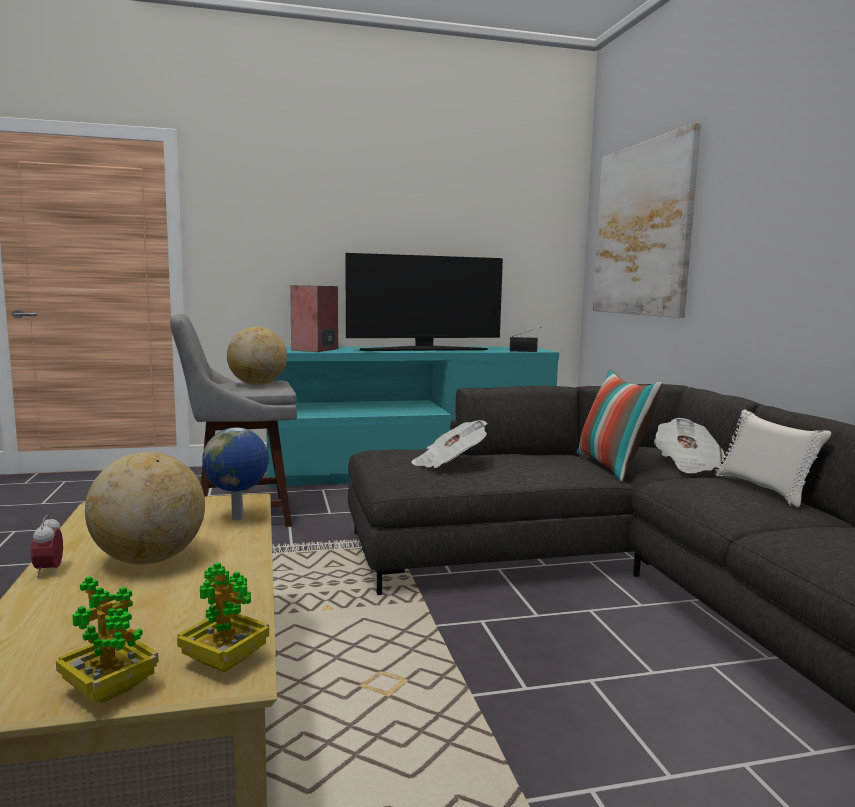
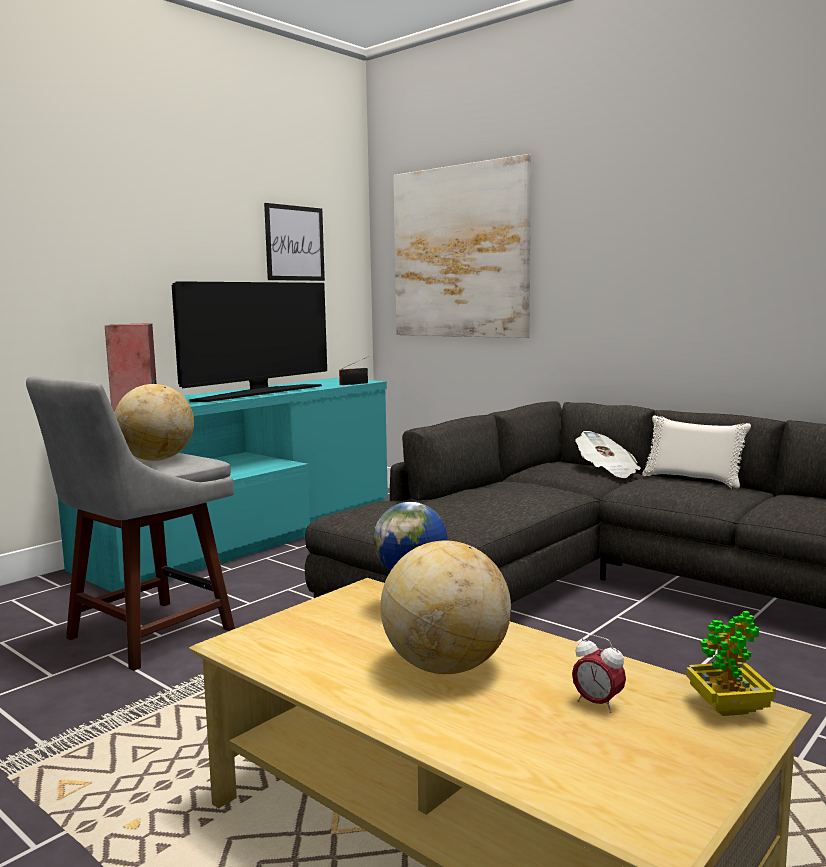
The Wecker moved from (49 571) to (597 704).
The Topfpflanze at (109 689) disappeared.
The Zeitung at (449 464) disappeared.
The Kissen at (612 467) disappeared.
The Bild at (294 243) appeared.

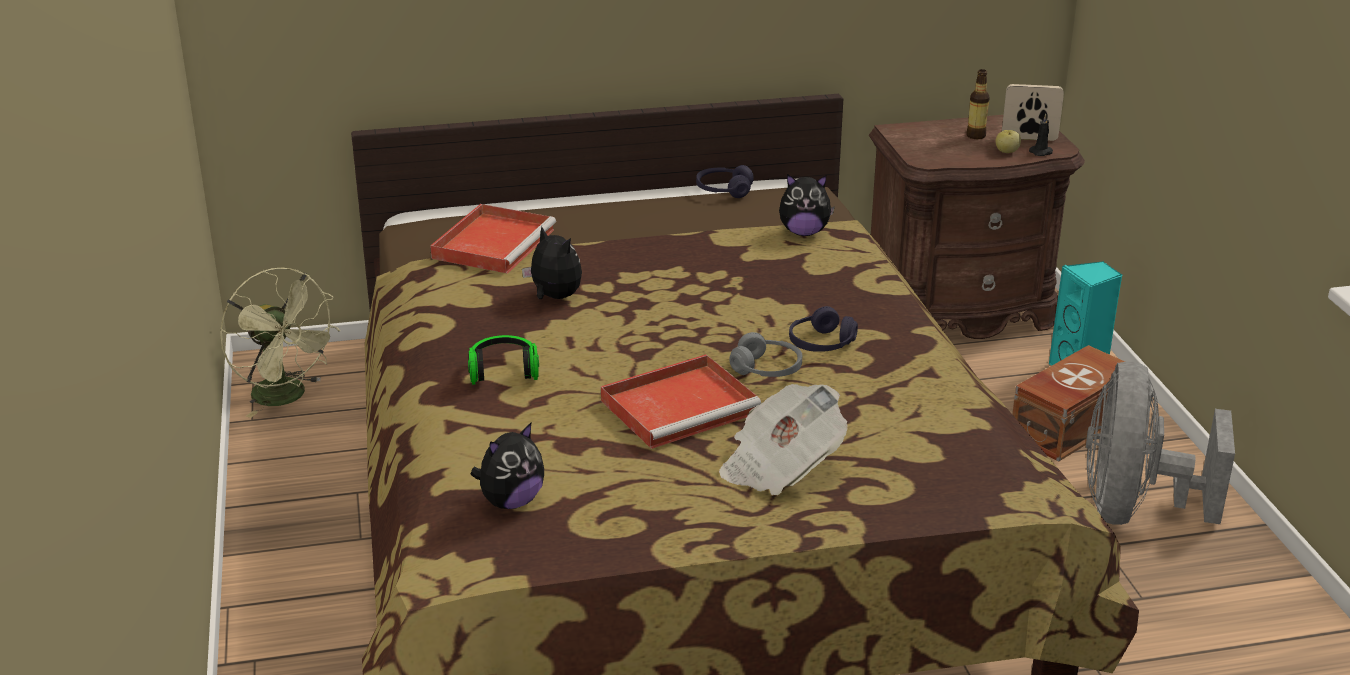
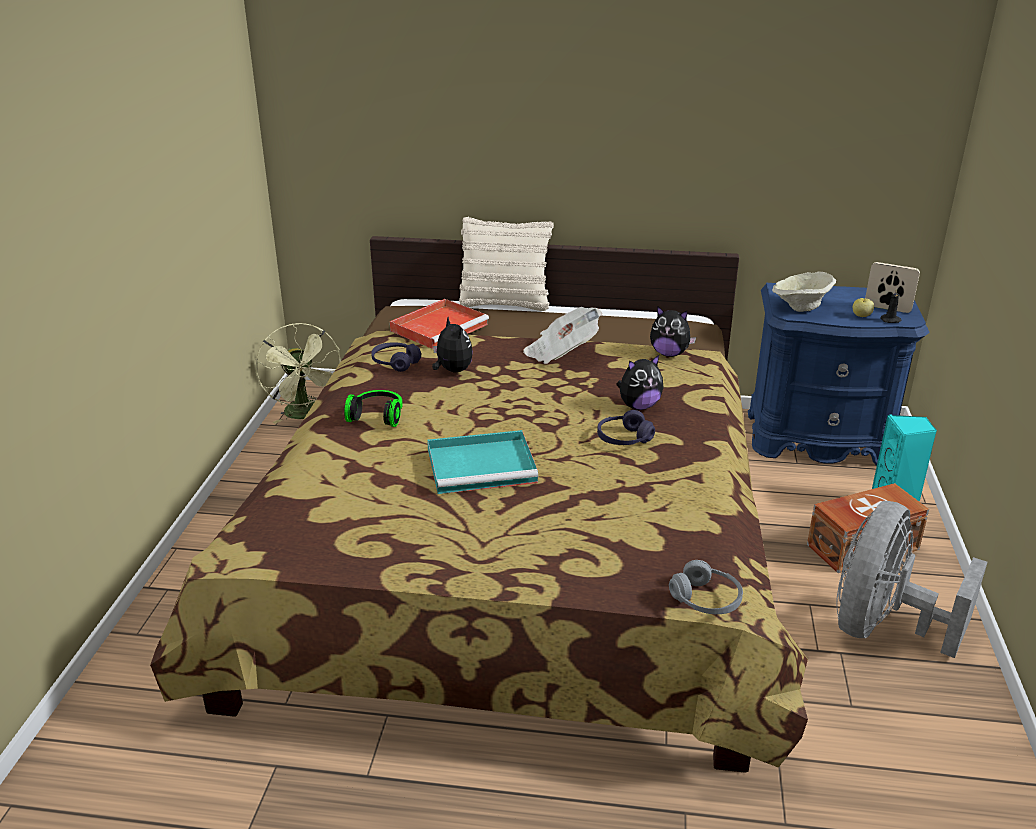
The Plüschtier moved from (511 501) to (638 406).
The Tablett [rot] at (681 405) became the Tablett [türkis] at (483 466).
The Kopfhörer [lila] moved from (724 190) to (395 363).
The Zeitung moved from (780 466) to (561 353).
The Kopfhörer [grau] moved from (766 369) to (706 600).
The Nachttisch [braun] at (963 311) became the Nachttisch [blau] at (821 440).
The Flasche at (976 136) disappeared.
The Kissen [beige] at (505 304) appeared.
The Schüssel [beige] at (800 308) appeared.

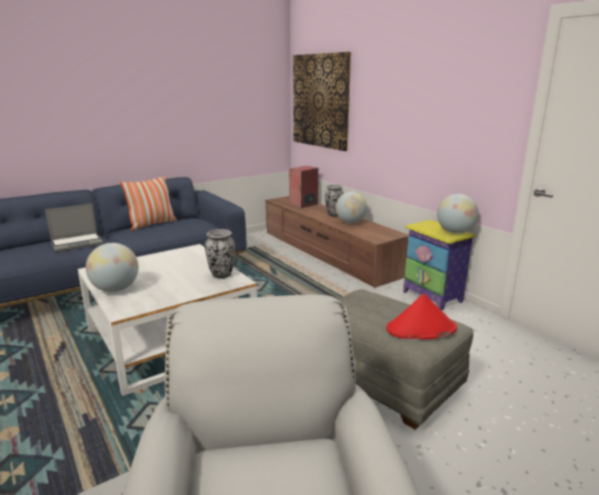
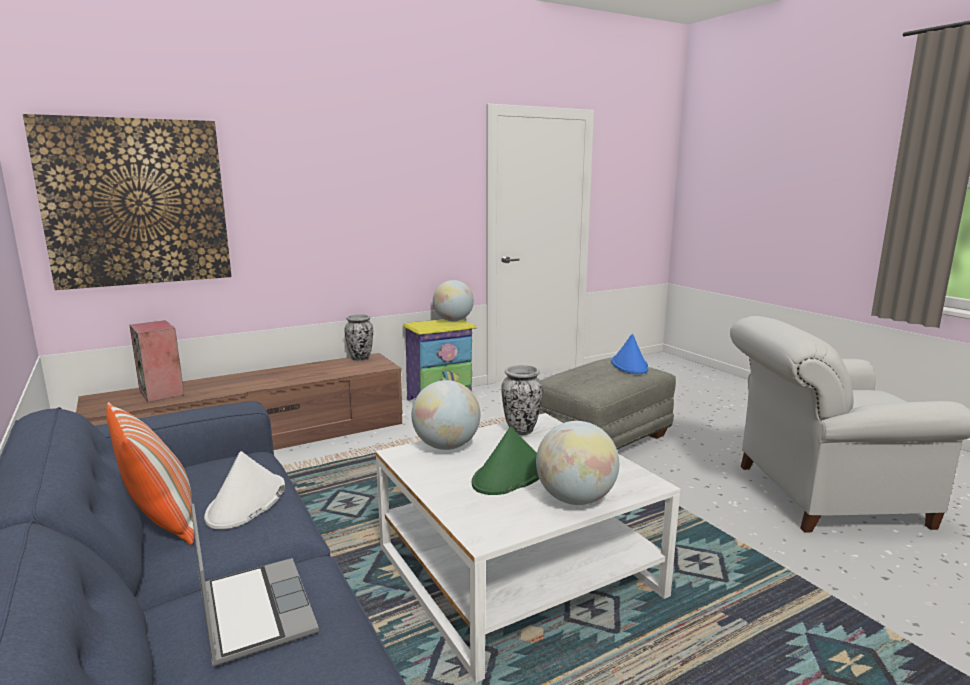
The Vase moved from (333 215) to (360 358).
The Globus moved from (350 222) to (446 446).
The Hut [rot] at (421 329) became the Hut [blau] at (629 365).
The Hut [weiß] at (246 503) appeared.
The Hut [grün] at (510 475) appeared.

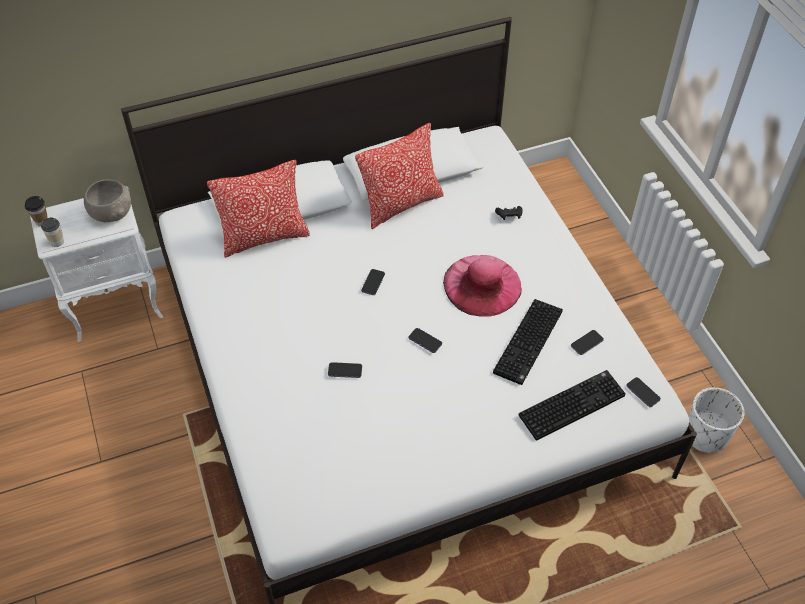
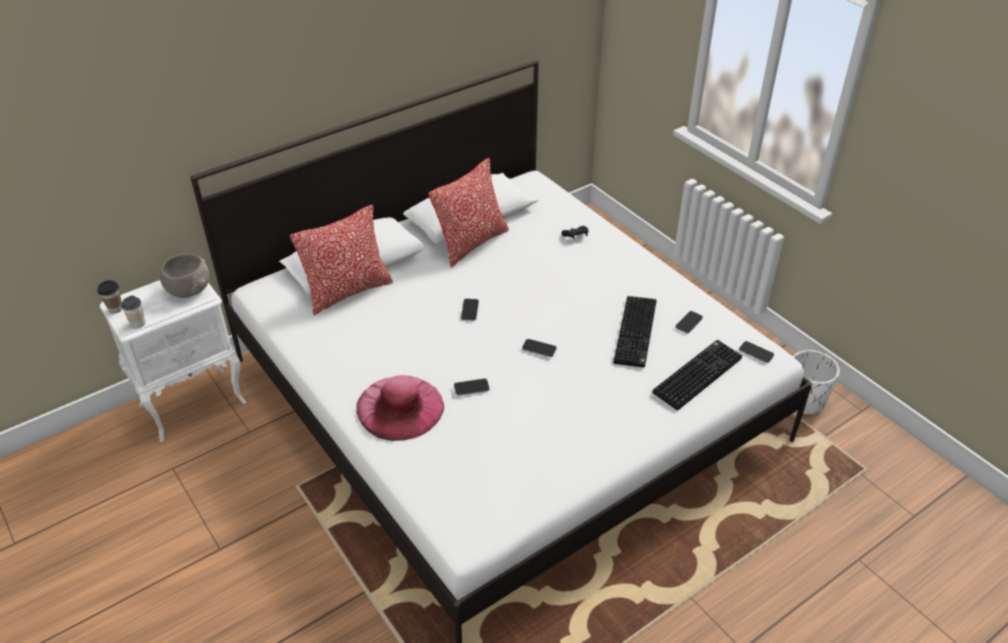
The Hut [rosa] moved from (482 285) to (400 407).

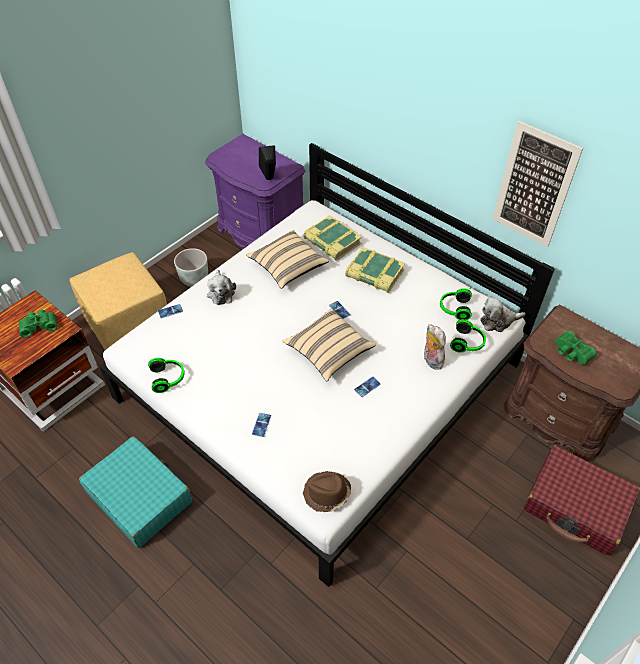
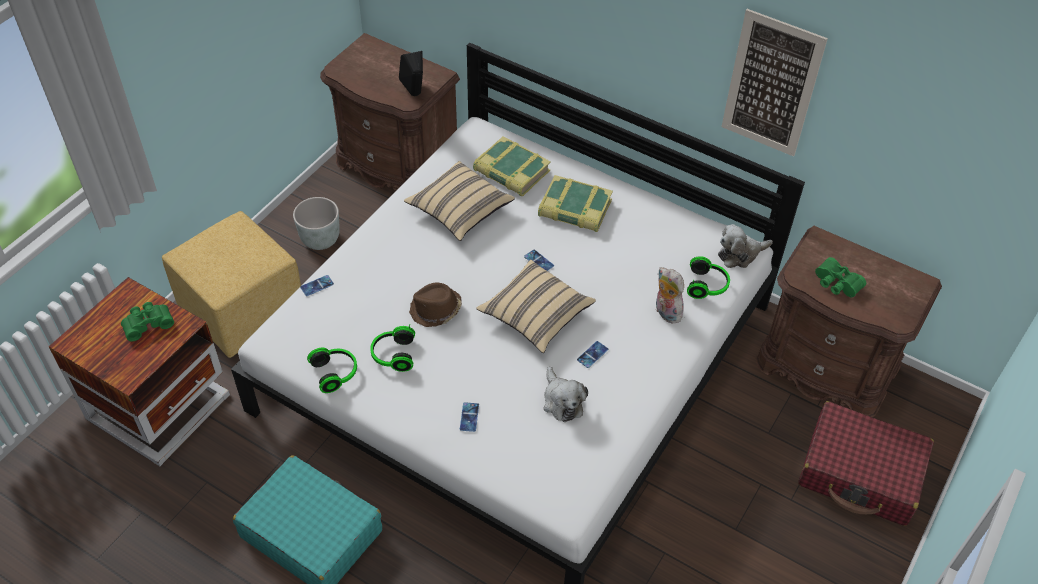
The Nachttisch [lila] at (258 233) became the Nachttisch [braun] at (395 165).
The Plüschtier moved from (221 292) to (562 401).
The Hut [braun] moved from (326 494) to (435 310).
The Kopfhörer moved from (454 309) to (393 355).

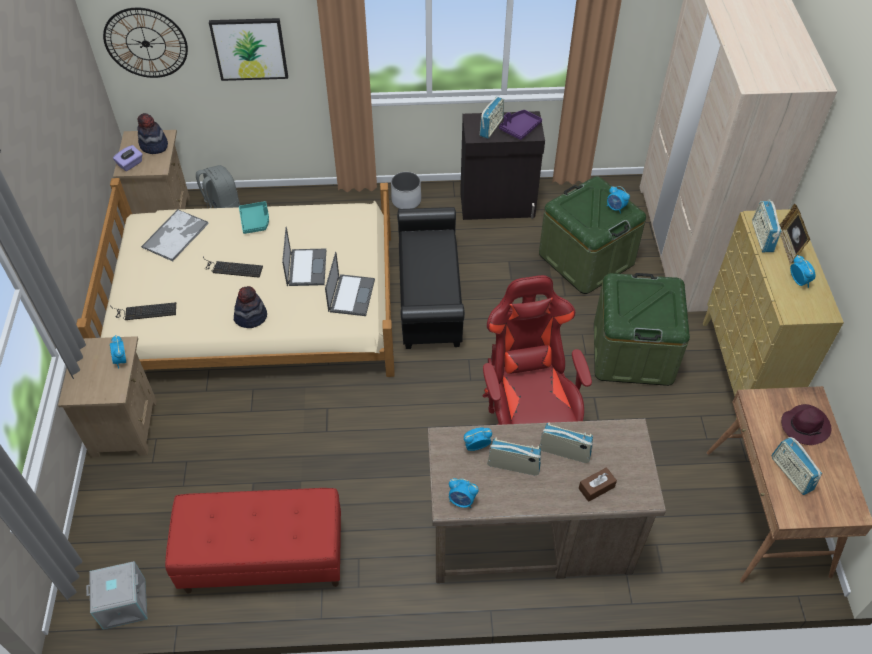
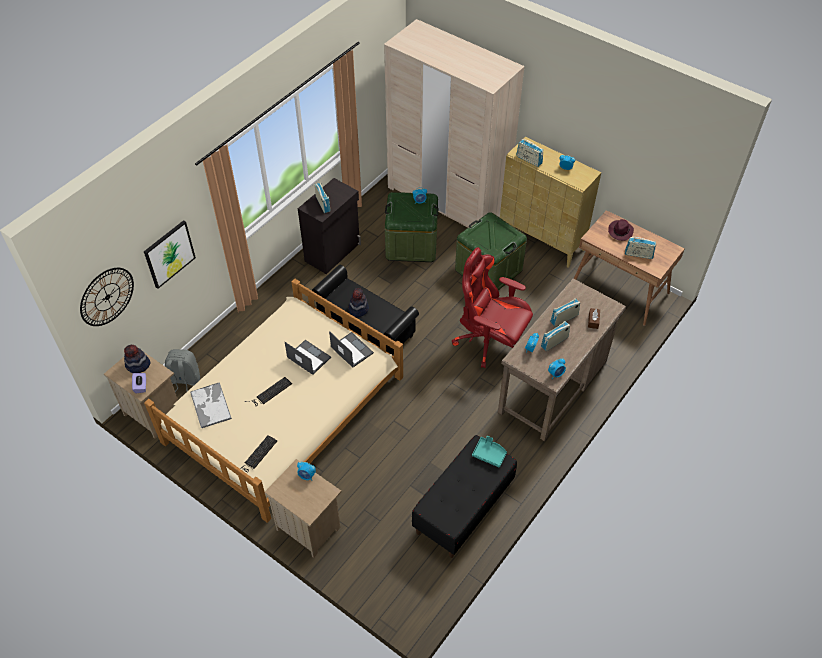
The Aufbewahrungsbox [grau] at (124 604) disappeared.
The Bank [rot] at (263 559) became the Bank [schwarz] at (463 508).
The Hut moved from (251 317) to (358 309).
The Tablett [türkis] moved from (255 221) to (489 454).
The Pflanzkübel [weiß] at (406 200) disappeared.
The Tablett [lila] at (519 128) disappeared.
The Bilderrahmen at (788 246) disappeared.

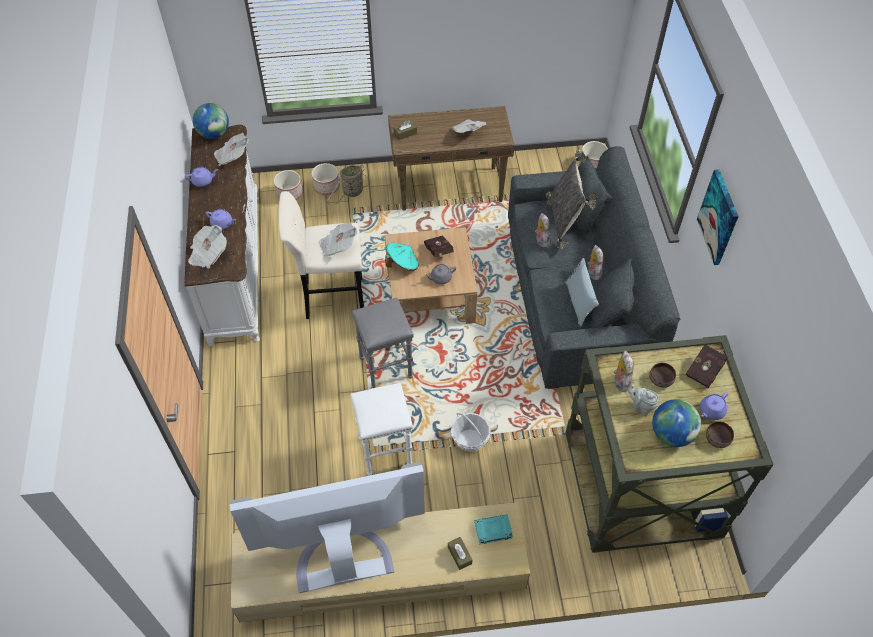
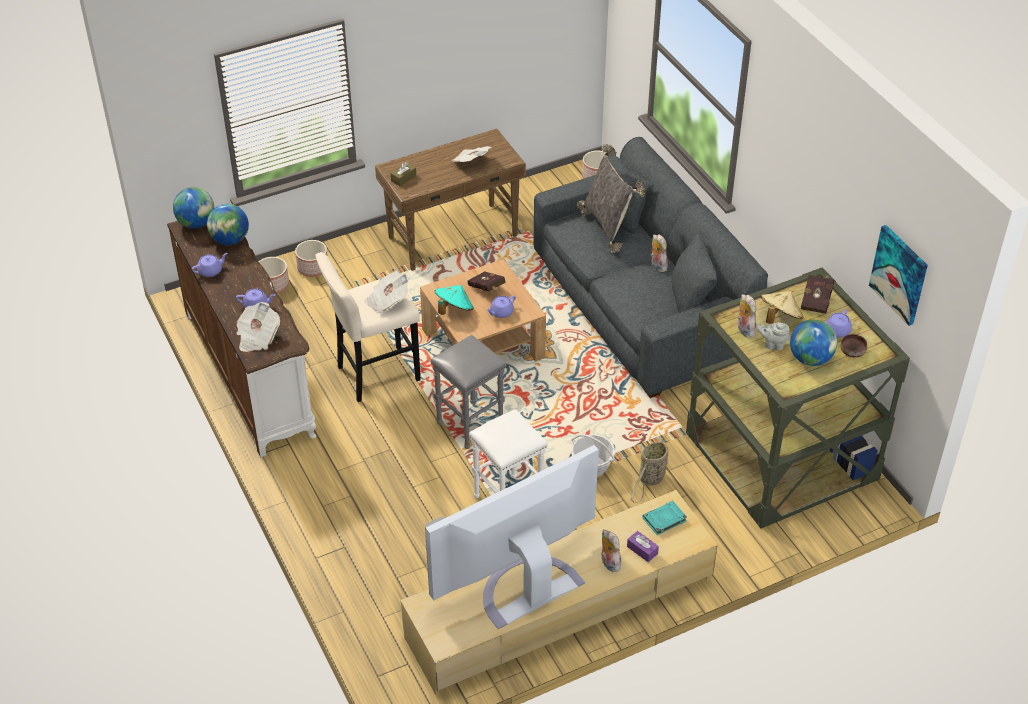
The Zeitung at (232 156) was replaced by the Globus at (230 240).
The Korb moved from (351 193) to (650 479).
The Teekanne [grau] at (440 278) became the Teekanne [lila] at (501 312).
The Taschentuchbox [braun] at (459 555) became the Taschentuchbox [lila] at (642 550).
The Plüschtier moved from (541 240) to (609 563).
The Kissen [blau] at (579 303) disappeared.
The Schüssel [braun] at (660 378) was replaced by the Hut [beige] at (779 317).
The Bild moved from (719 217) to (899 274).

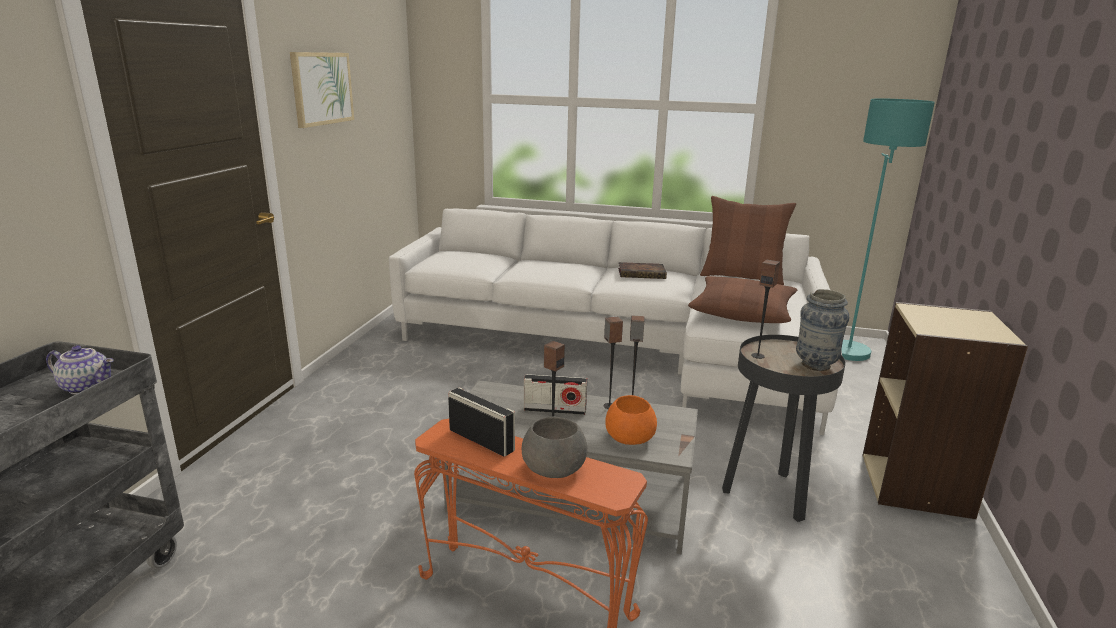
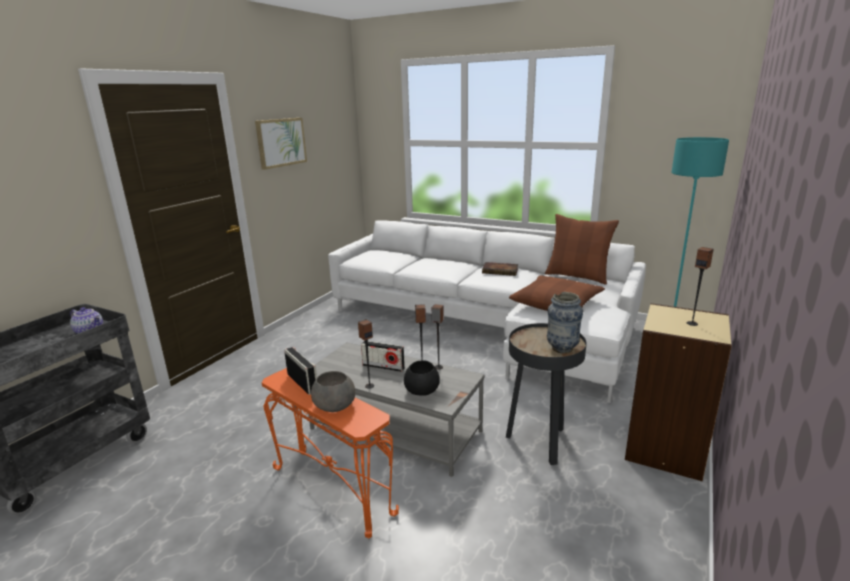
The Schüssel [orange] at (629 437) became the Schüssel [schwarz] at (422 390).
The Lautsprecher moved from (758 356) to (692 323).

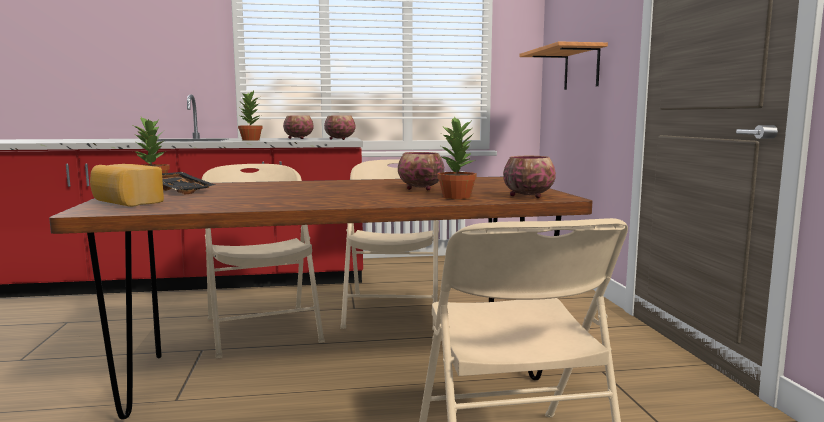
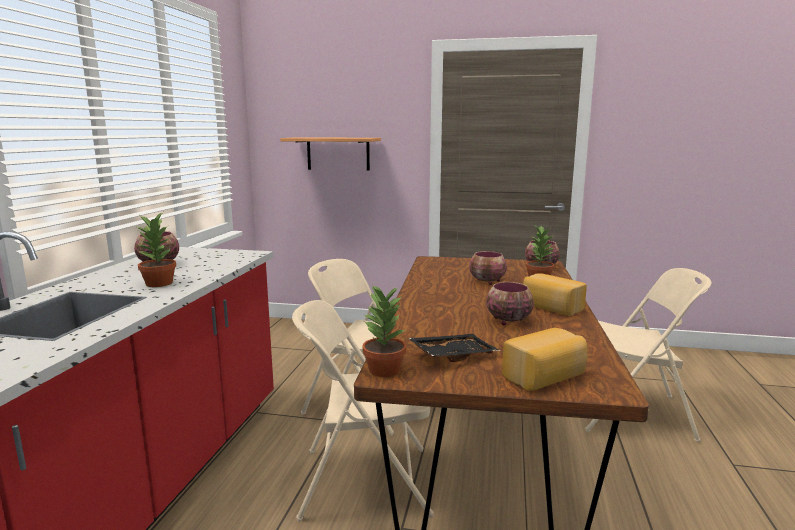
The Schüssel moved from (340 139) to (507 320).
The Brot at (551 307) appeared.

